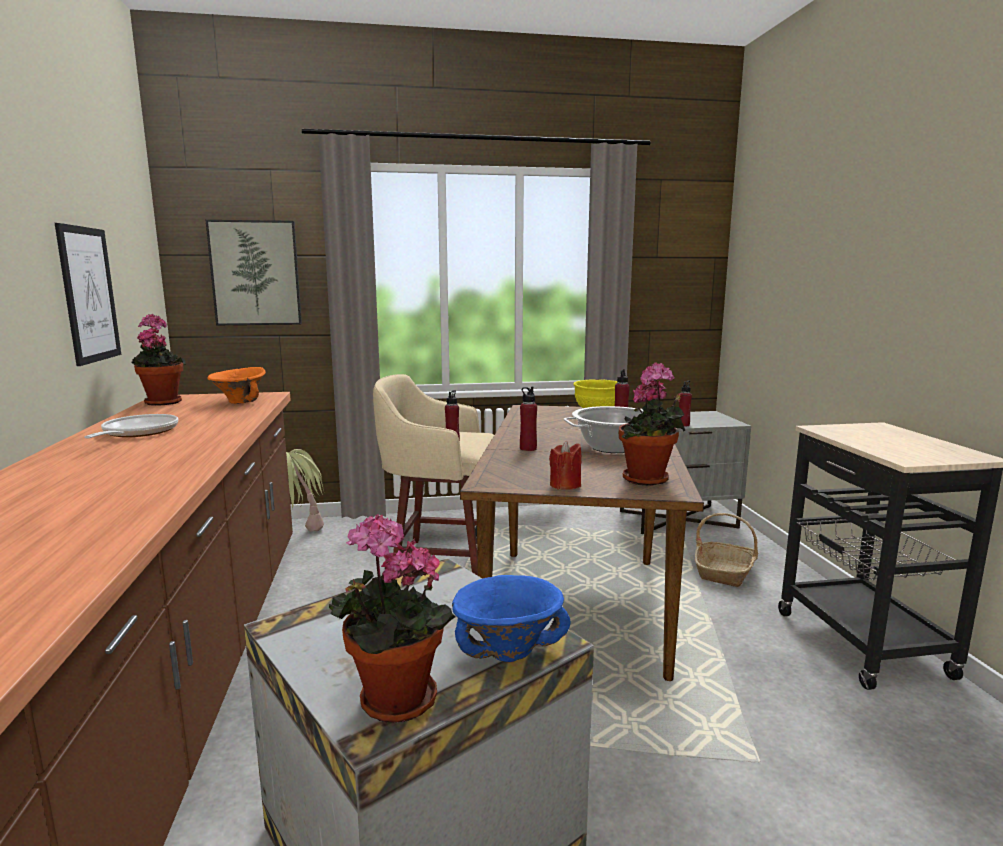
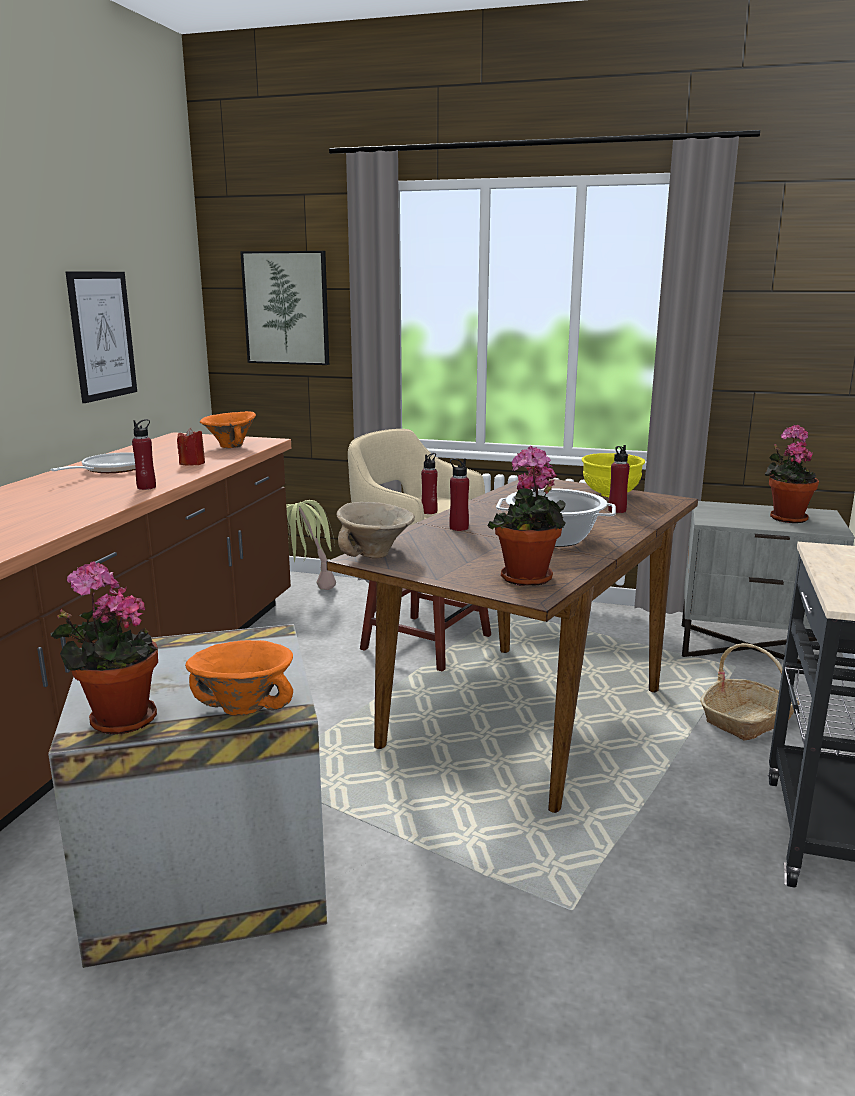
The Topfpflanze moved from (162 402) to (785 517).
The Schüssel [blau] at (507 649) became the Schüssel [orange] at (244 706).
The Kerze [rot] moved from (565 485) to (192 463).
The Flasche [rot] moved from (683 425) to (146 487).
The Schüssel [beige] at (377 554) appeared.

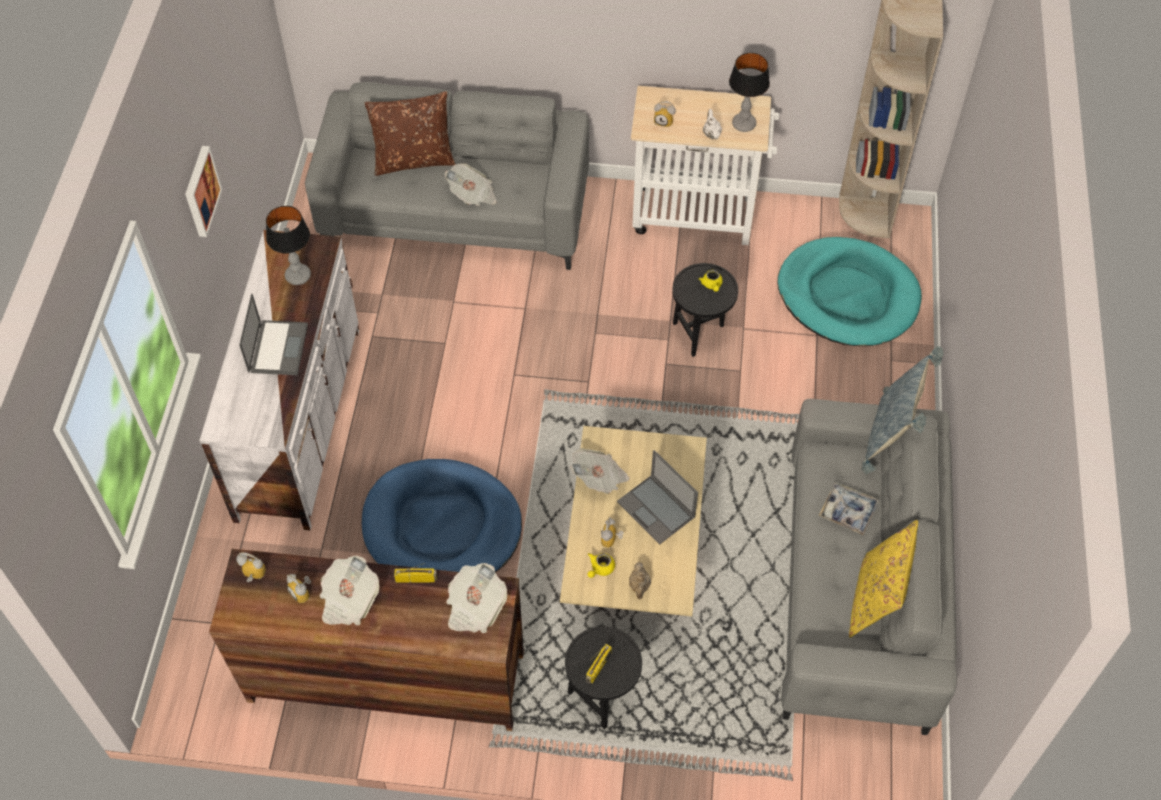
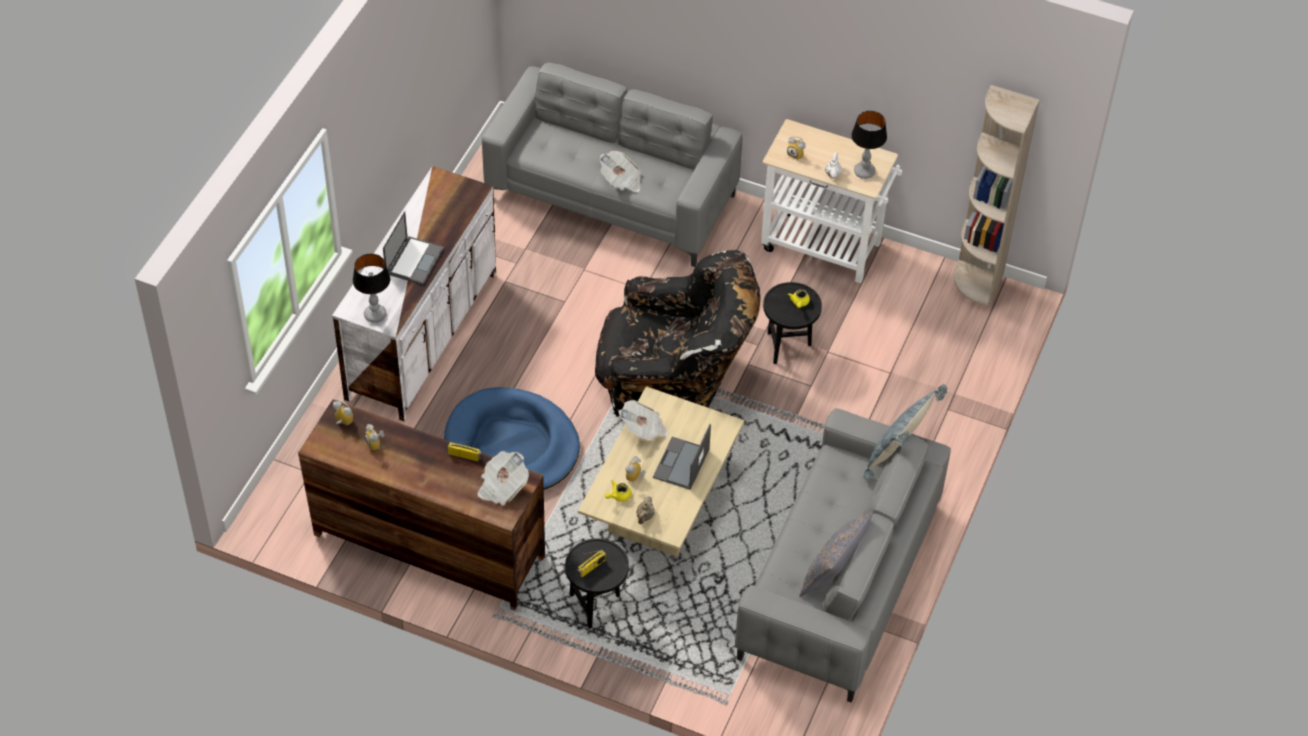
The Bild at (200 191) disappeared.
The Tischlampe moved from (298 276) to (375 315).
The Zeitung at (348 600) disappeared.
The Kissen [braun] at (414 160) disappeared.
The Laptop at (657 510) turned 45 degrees clockwise.
The Hundebett [türkis] at (847 296) disappeared.
The Tablett at (848 511) disappeared.
The Kissen [gelb] at (875 599) became the Kissen [grau] at (833 575).
The Sessel [schwarz] at (674 381) appeared.

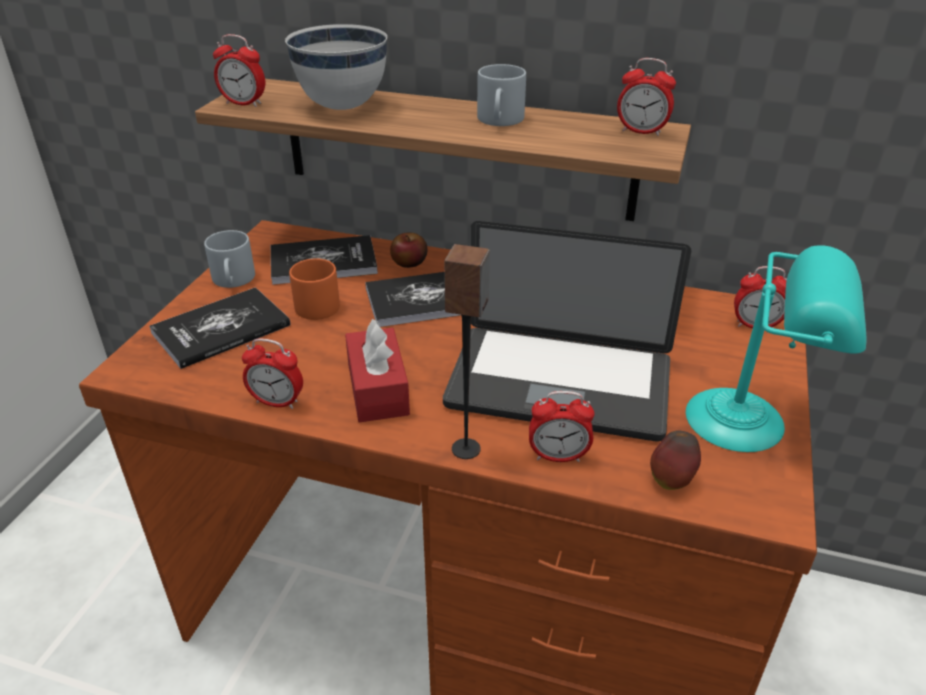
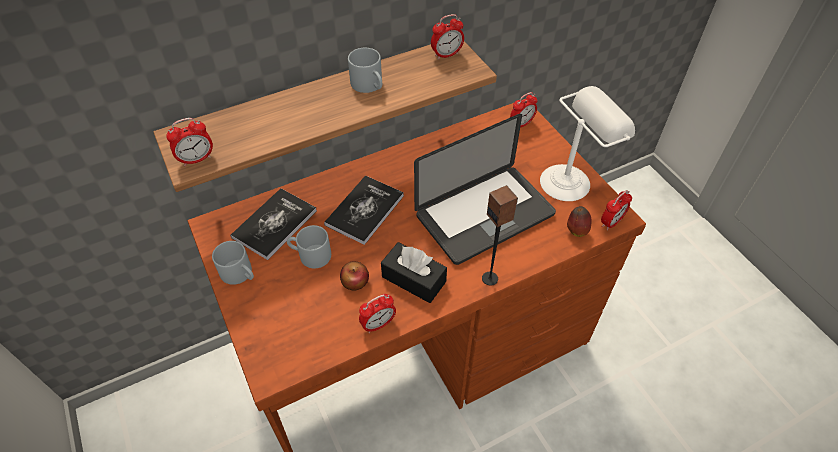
The Buch at (221 329) disappeared.
The Schüssel [weiß] at (343 107) disappeared.
The Henkelbecher [orange] at (312 304) became the Henkelbecher [grau] at (310 255).
The Taschentuchbox [rot] at (378 389) became the Taschentuchbox [schwarz] at (414 279).
The Apfel moved from (409 263) to (355 282).
The Wecker moved from (558 456) to (611 222).
The Tischlampe [türkis] at (756 422) became the Tischlampe [weiß] at (573 178).

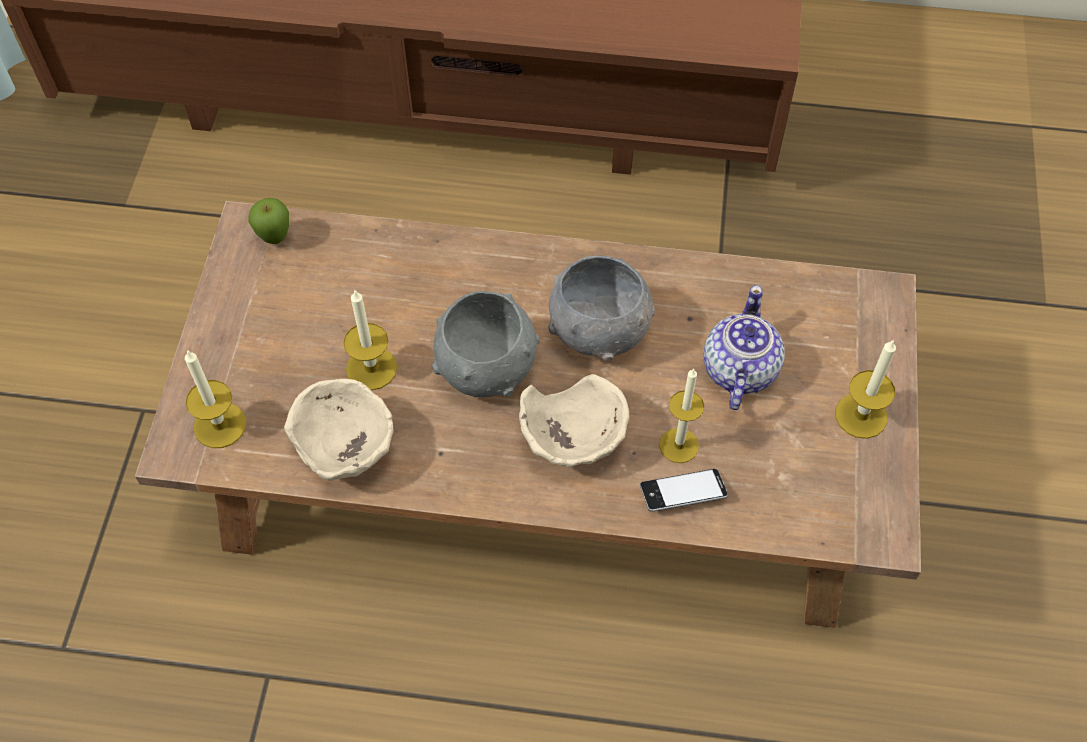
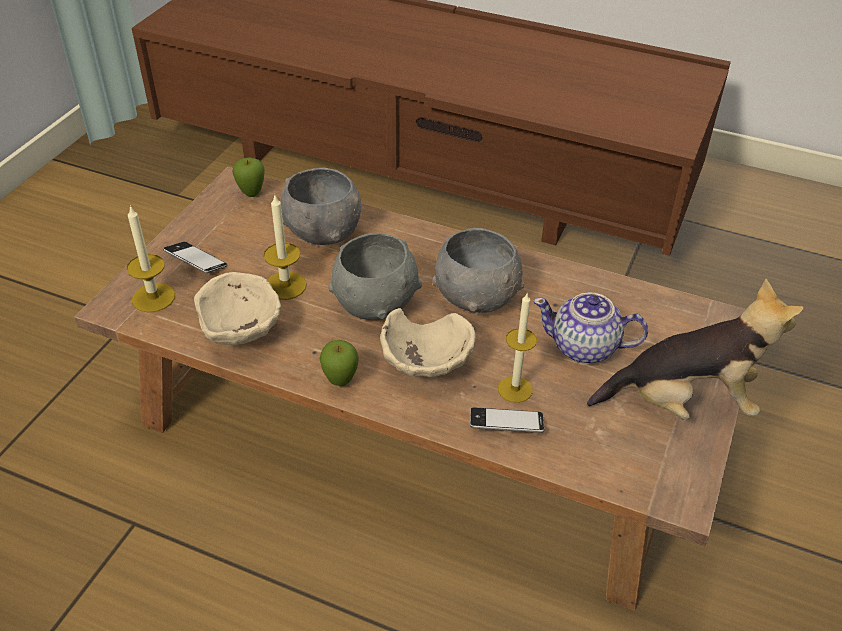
The Teekanne at (738 370) turned 105 degrees counterclockwise.
The Kerze at (861 415) was replaced by the Plüschtier at (685 402).
The Handy at (196 262) appeared.
The Schüssel [grau] at (322 232) appeared.
The Apfel at (340 382) appeared.

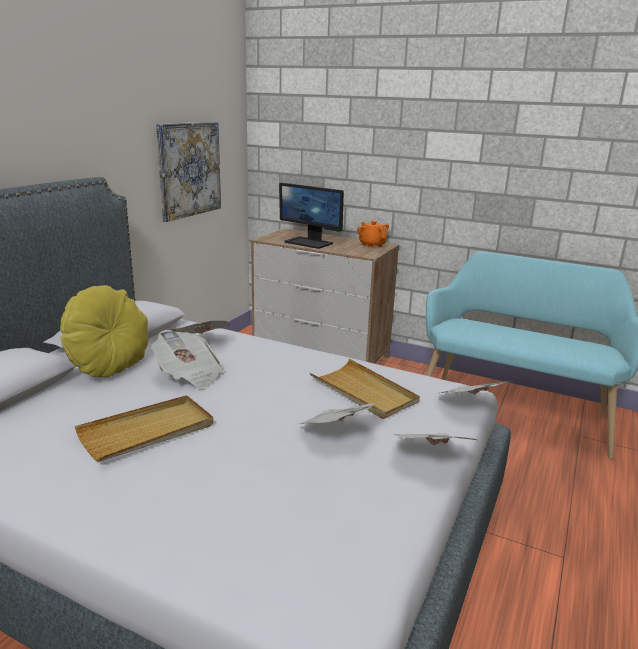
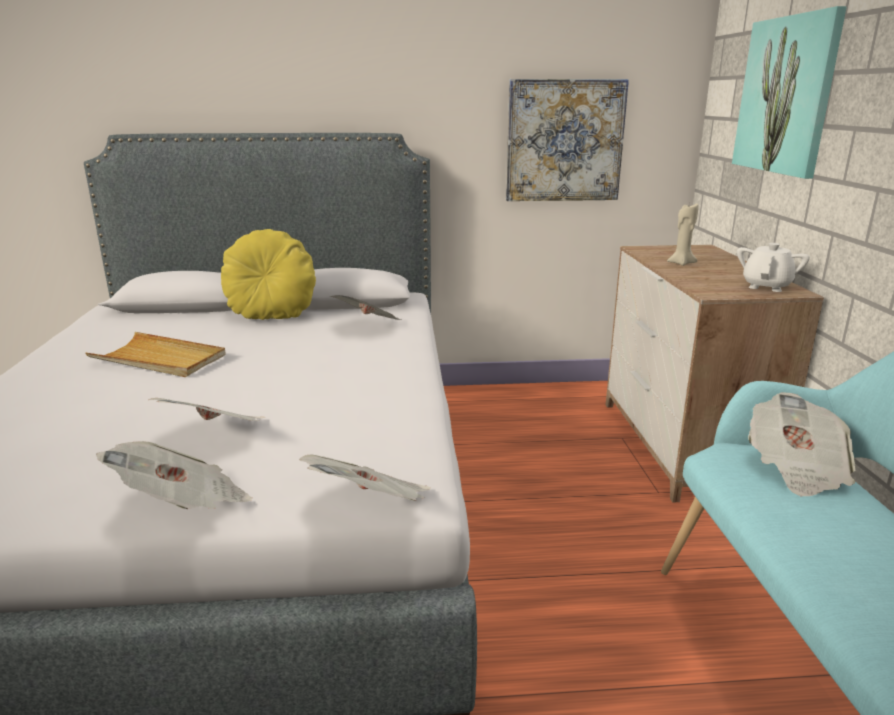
The Zeitung moved from (189 375) to (796 469).
The Monitor at (309 242) was replaced by the Kerze [beige] at (681 263).
The Tablett [beige] at (364 392) disappeared.
The Teekanne [orange] at (372 245) became the Teekanne [weiß] at (766 286).
The Bild at (785 95) appeared.

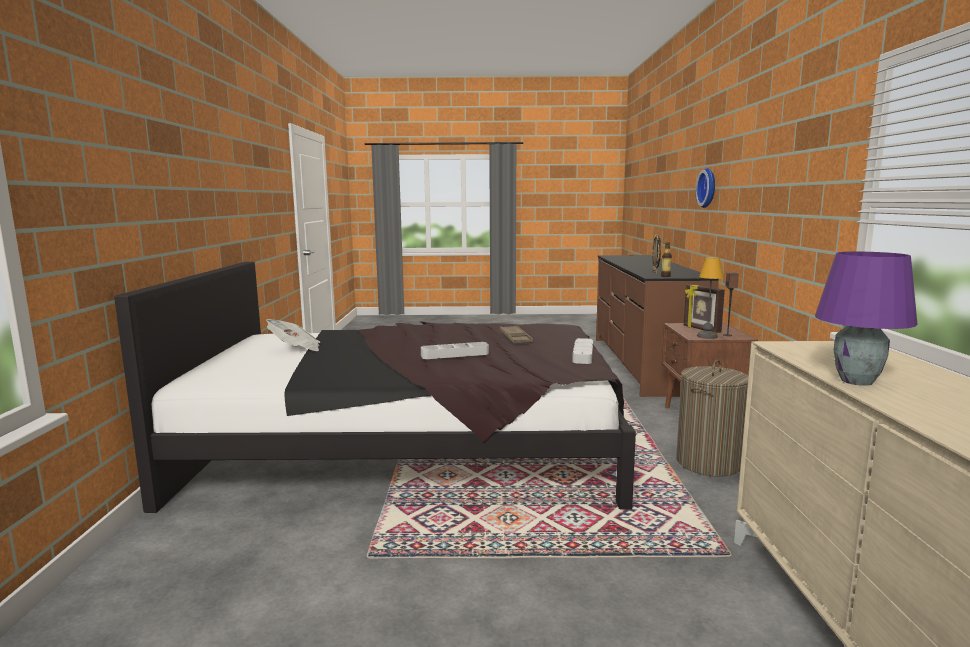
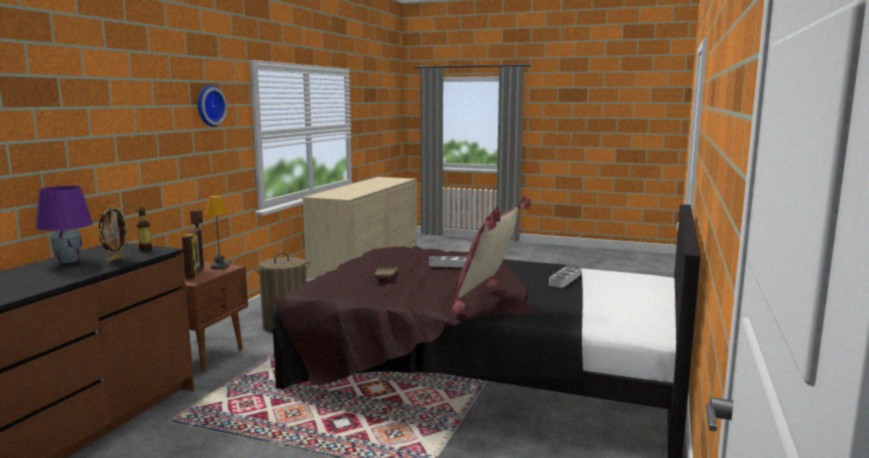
The Zeitung at (295 349) disappeared.
The Tablett [grau] moved from (583 354) to (565 279).
The Wanduhr moved from (709 188) to (209 106).
The Tischlampe [lila] moved from (855 381) to (69 261).
The Kissen [rot] at (491 305) appeared.

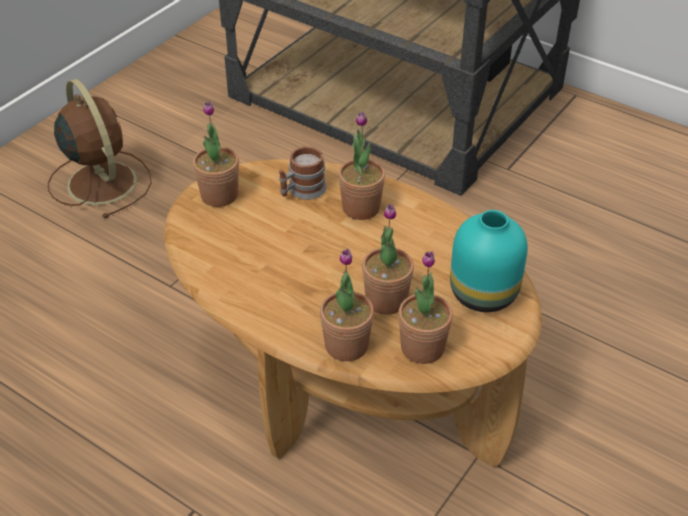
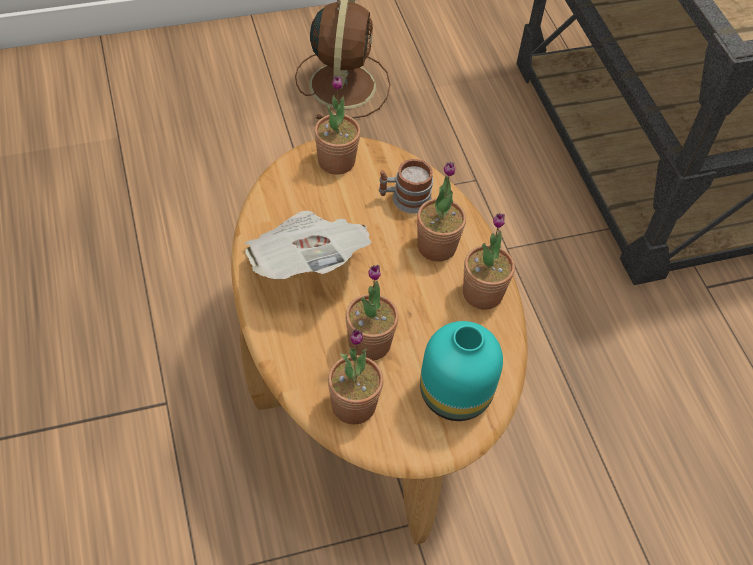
The Topfpflanze moved from (346 345) to (482 293).
The Zeitung at (306 263) appeared.

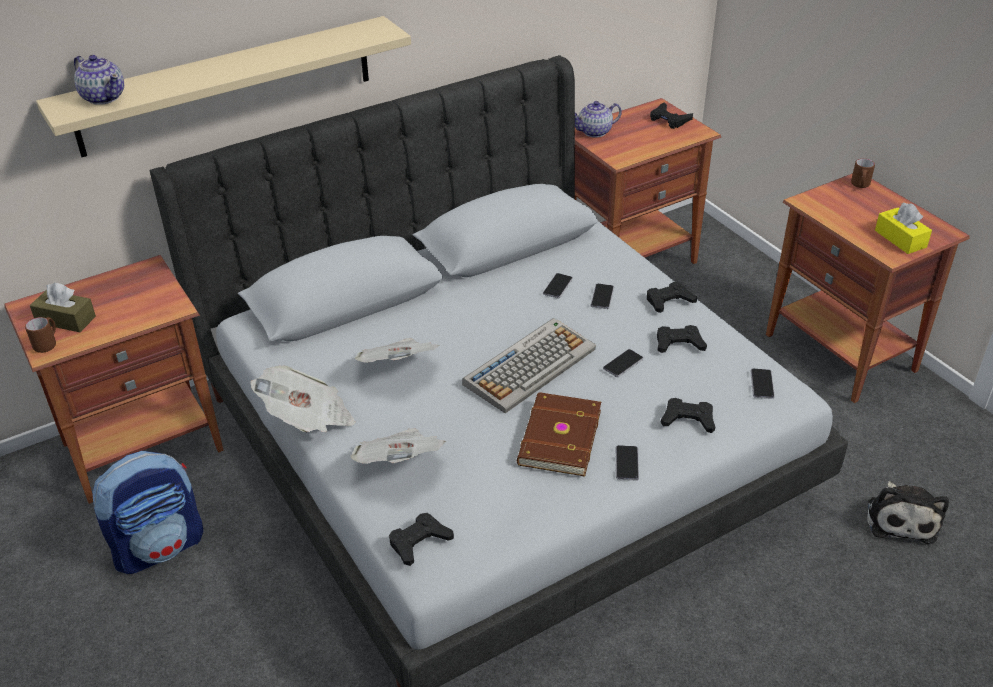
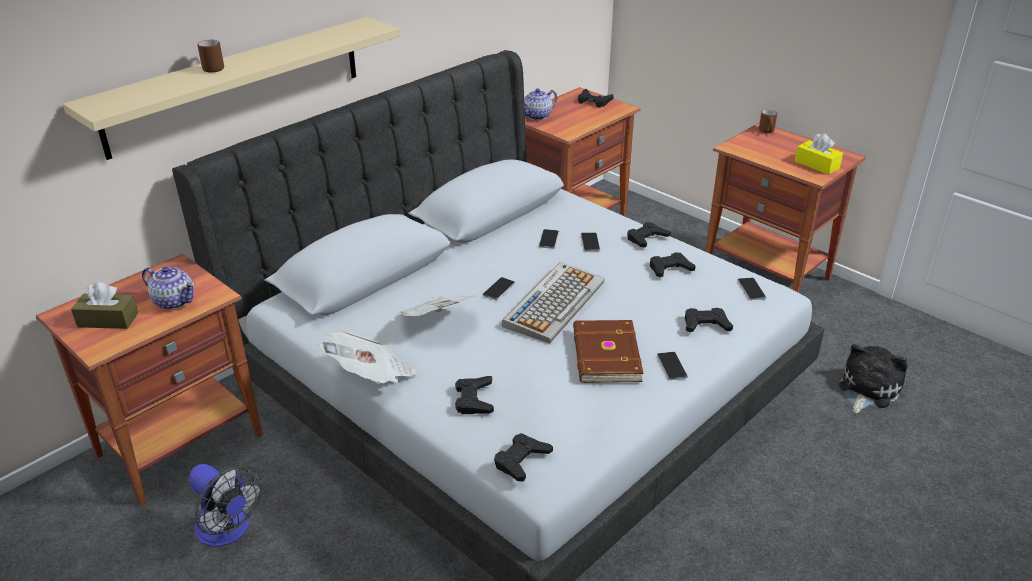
The Henkelbecher [braun] moved from (47 344) to (215 68).
The Teekanne moved from (103 97) to (174 301).
The Rucksack at (159 546) was replaced by the Ventilator at (228 531).
The Zeitung at (400 464) was replaced by the Gamepad [schwarz] at (474 399).
The Handy moved from (623 364) to (499 289).
The Plüschtier at (901 518) turned 135 degrees counterclockwise.

